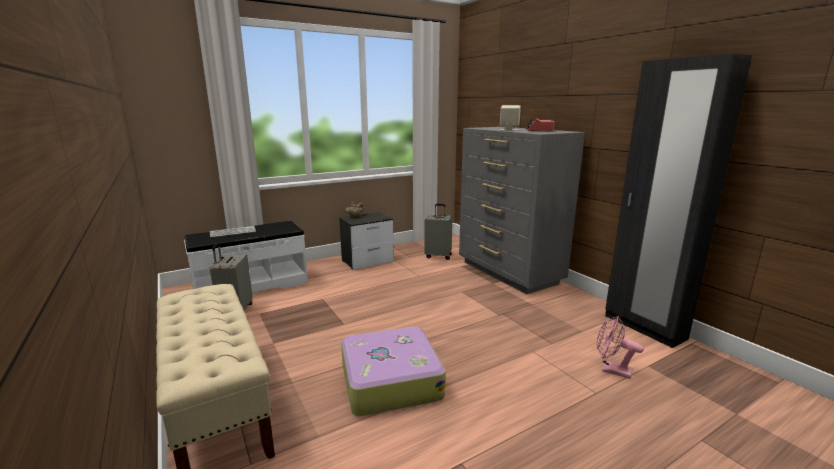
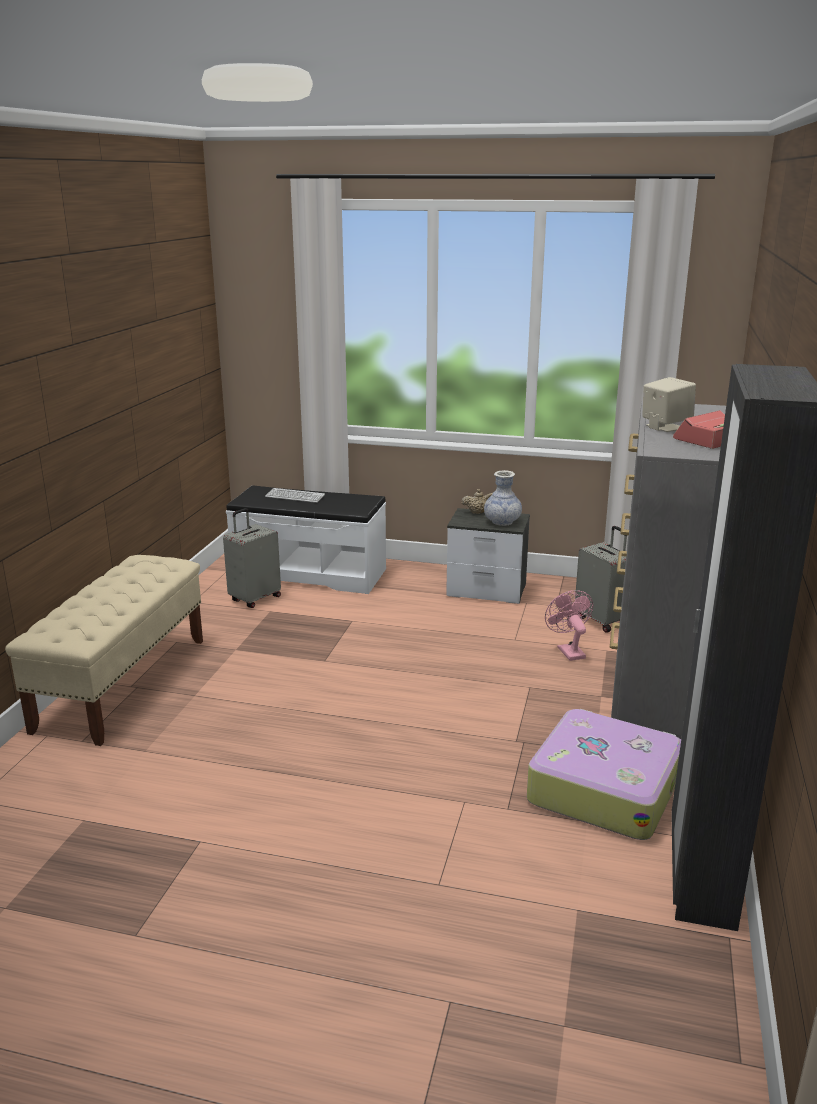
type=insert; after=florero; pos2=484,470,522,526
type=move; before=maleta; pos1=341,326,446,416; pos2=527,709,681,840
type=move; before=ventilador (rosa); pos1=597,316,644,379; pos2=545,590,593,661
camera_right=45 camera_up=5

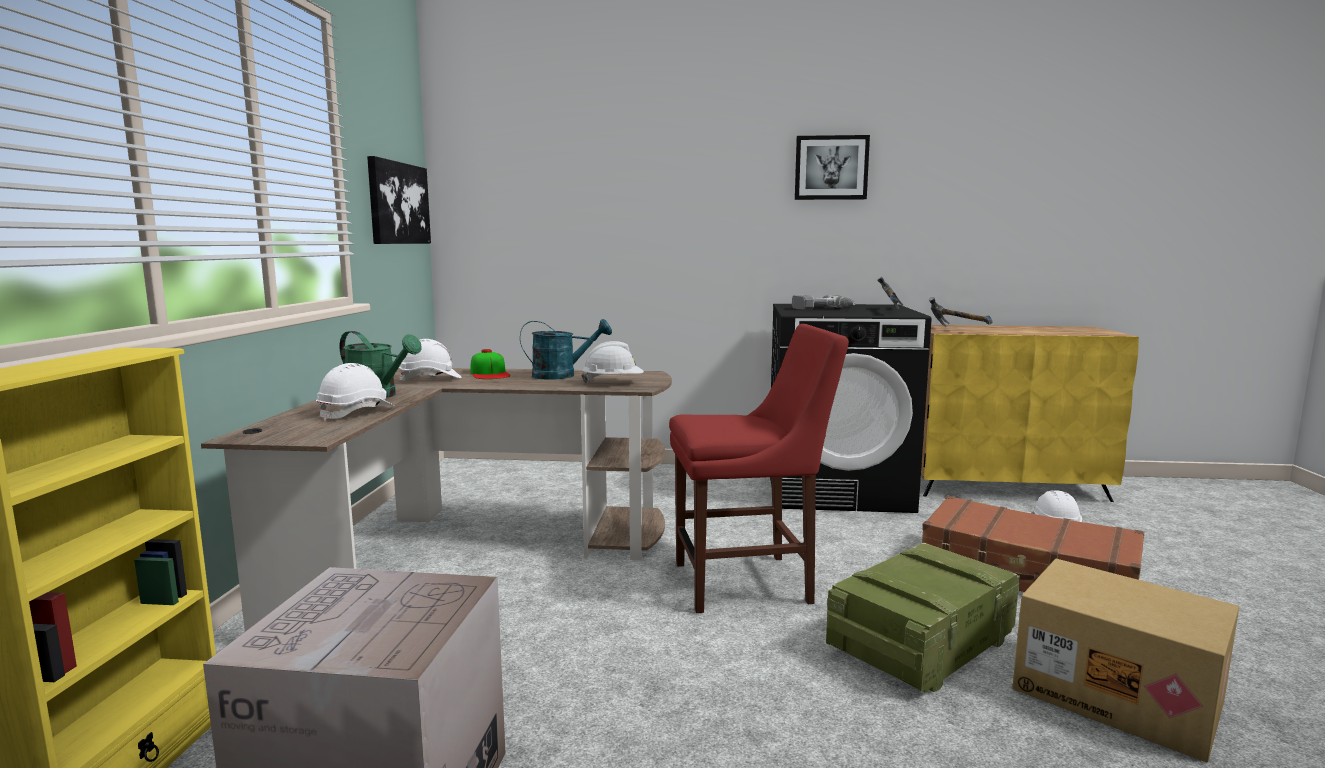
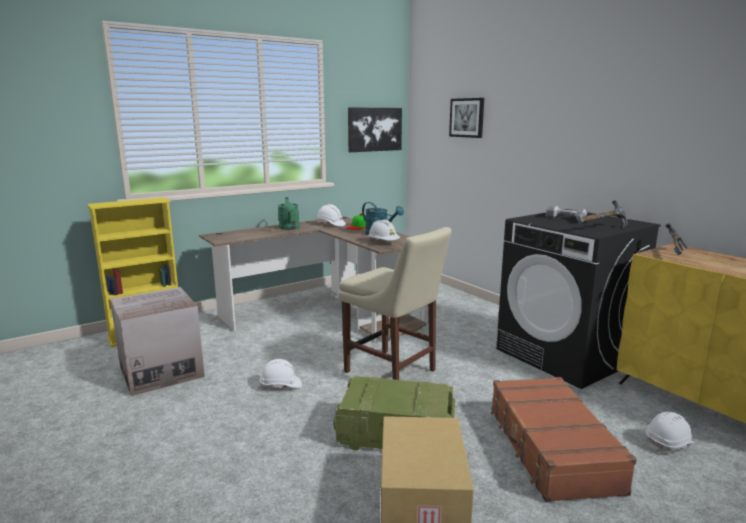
type=move; before=casco (blanco); pos1=316,363,395,421; pos2=260,359,302,390
type=recolor; before=silla (rojo); after=silla (beis); pos1=669,324,849,613; pos2=339,227,452,380
type=move; before=cuadro; pos1=795,135,870,200; pos2=449,98,484,138
camera_right=50 camera_up=5

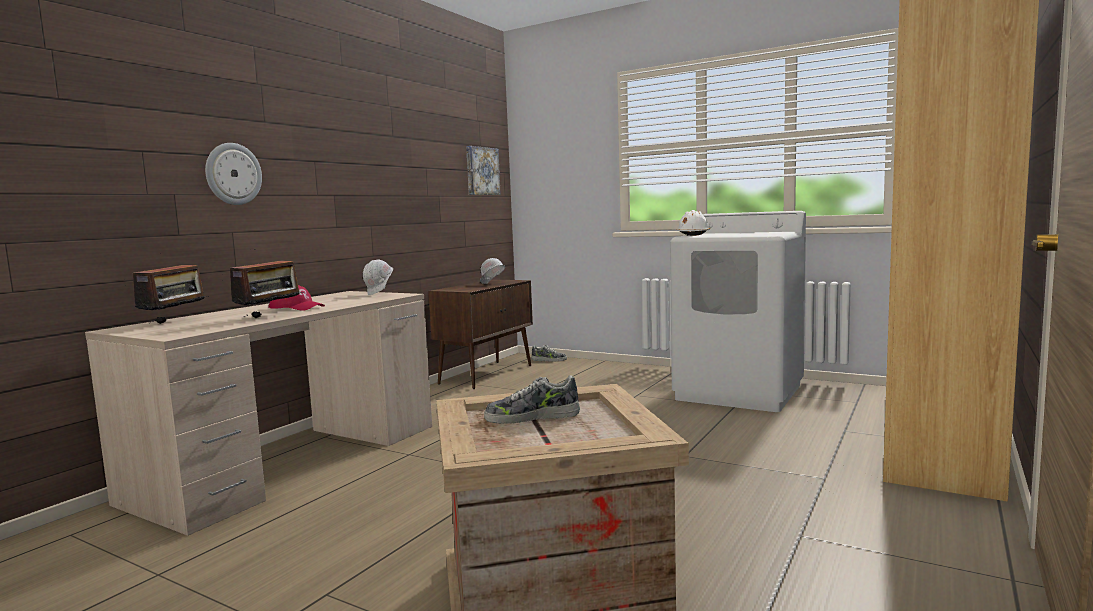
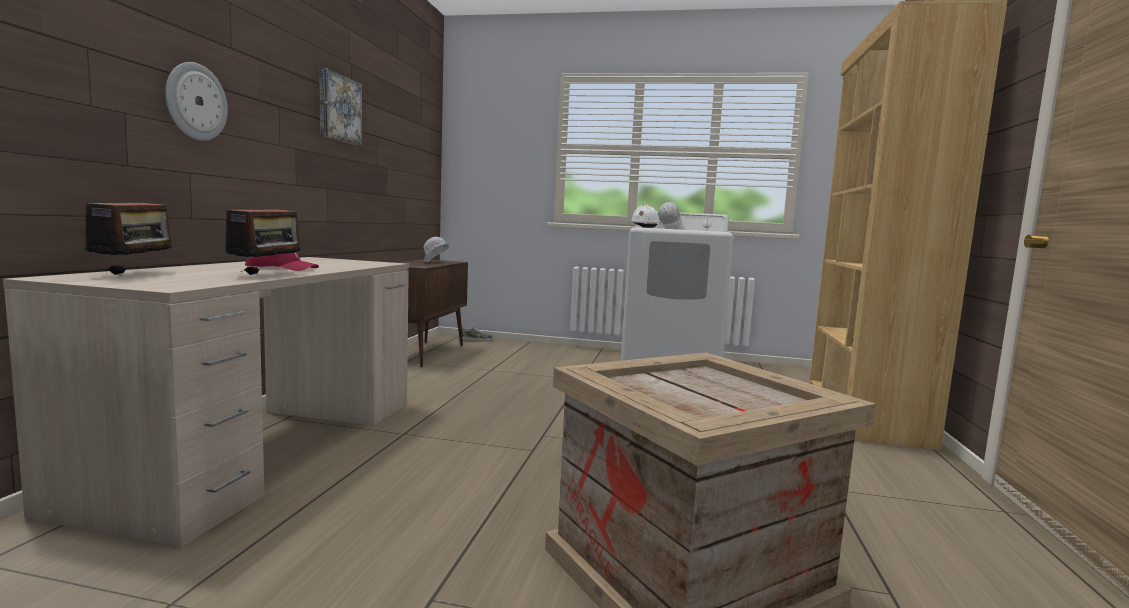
type=move; before=cuadro; pos1=466,146,501,195; pos2=319,68,362,145
type=move; before=casco (blanco); pos1=363,260,393,295; pos2=658,202,682,229
type=delete; before=zapato; pos1=484,375,580,424
camera_right=-20 camera_up=0

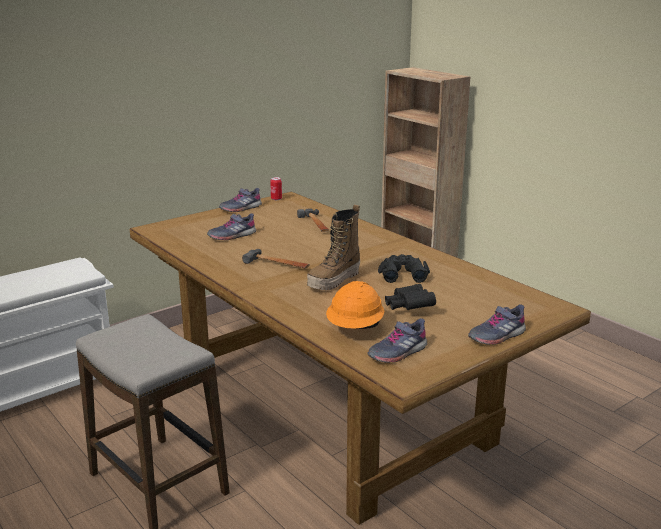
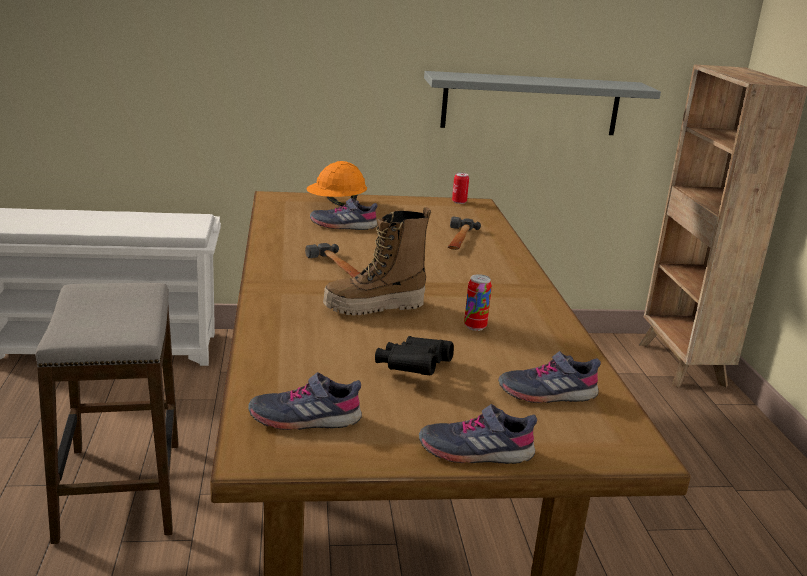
type=move; before=casco (naranja); pos1=326,281,384,329; pos2=306,161,367,206
type=insert; after=estante (gris); pos2=424,71,661,135
type=replace; before=prismáticos (negro); after=lata; pos1=378,254,430,283; pos2=464,274,492,331
type=move; before=zapato (gris); pos1=219,188,262,212; pos2=498,351,601,403
camera_right=30 camera_up=0

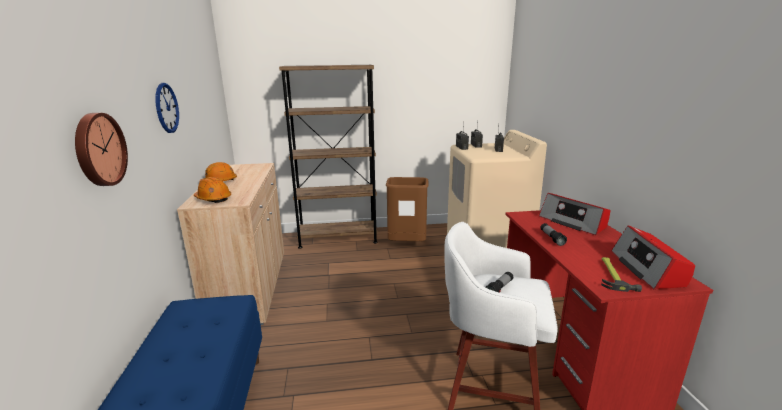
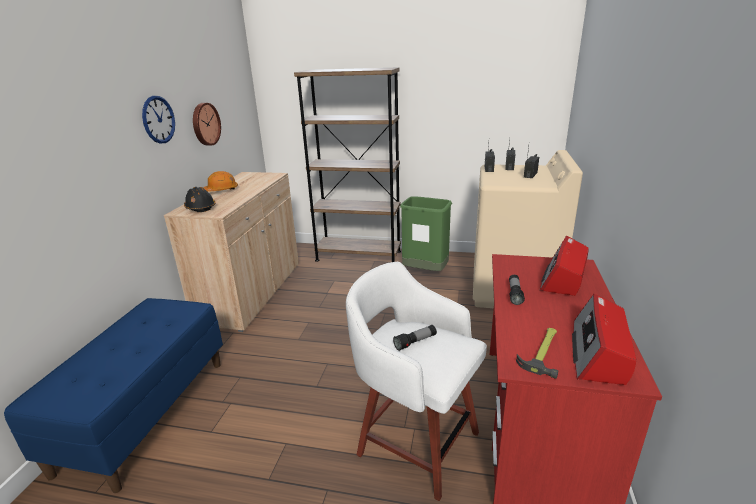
type=recolor; before=casco (naranja); after=casco (negro); pos1=194,177,231,203; pos2=184,187,215,212
type=move; before=reloj de pared; pos1=75,113,128,186; pos2=193,103,221,146
type=recolor; before=papelera (marrón); after=papelera (verde); pos1=385,177,429,241; pos2=400,196,452,271
type=rotate; before=radio; pos1=539,193,611,235; pos2=540,236,589,296; turn=45
camera_right=20 camera_up=5

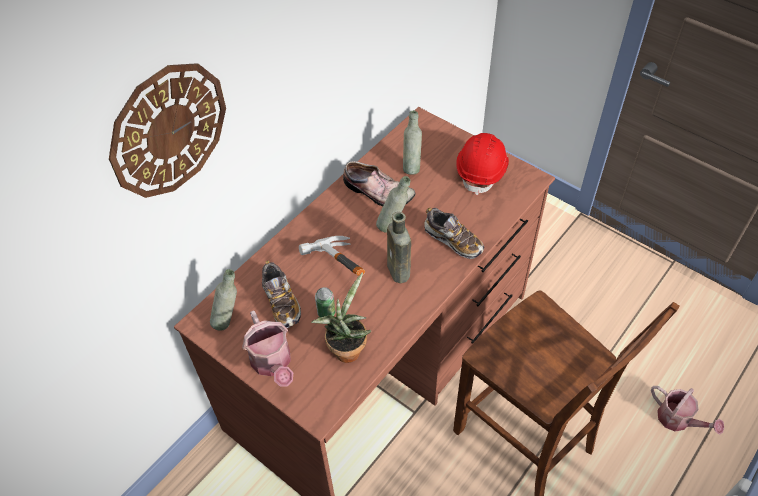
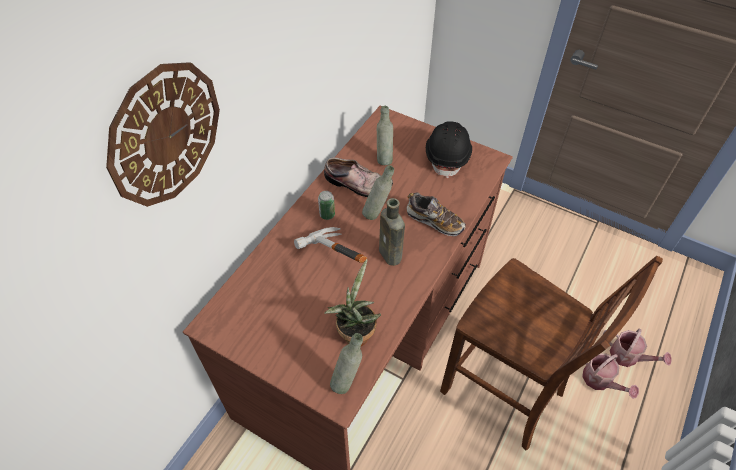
type=move; before=lata; pos1=315,287,335,317; pos2=318,191,335,220
type=move; before=botella (gris); pos1=210,269,237,331; pos2=330,333,363,394
type=recolor; before=casco (rojo); after=casco (negro); pos1=456,133,509,195; pos2=426,121,472,179
type=move; before=regadera; pos1=242,311,293,387; pos2=582,353,639,399
type=delete; before=zapato; pos1=262,260,301,328
camera_right=-10 camera_up=0

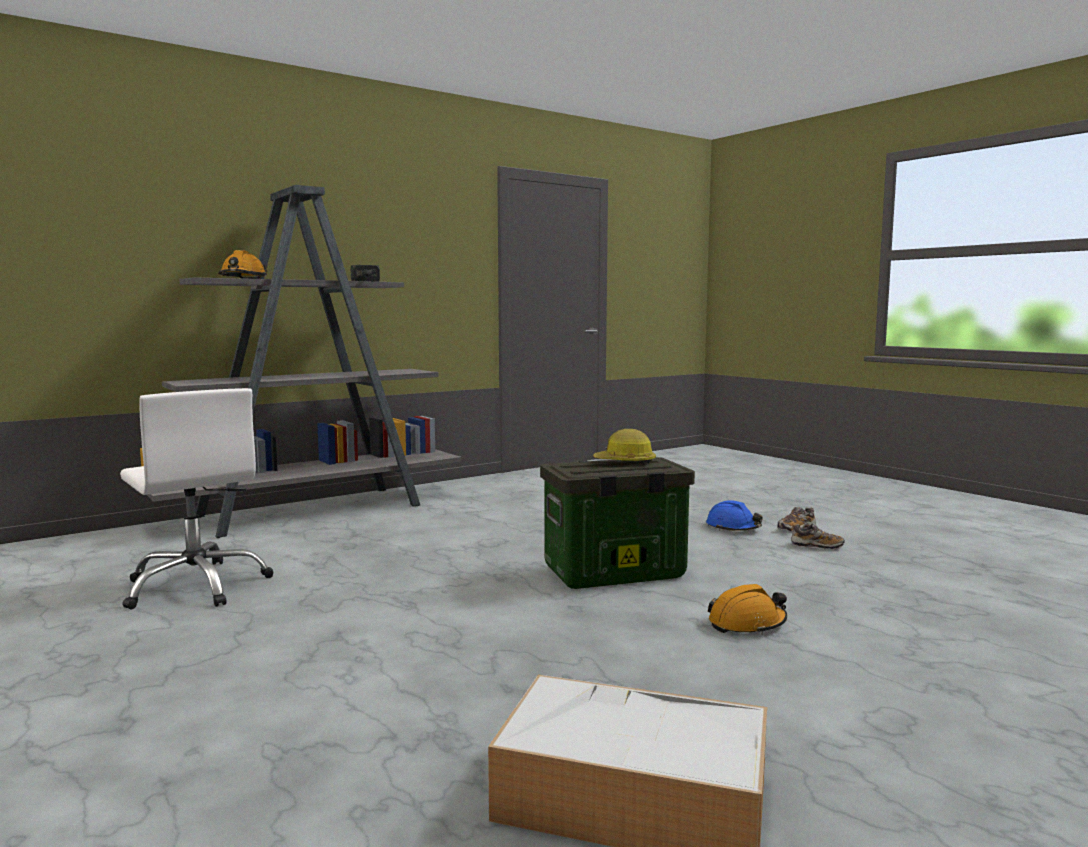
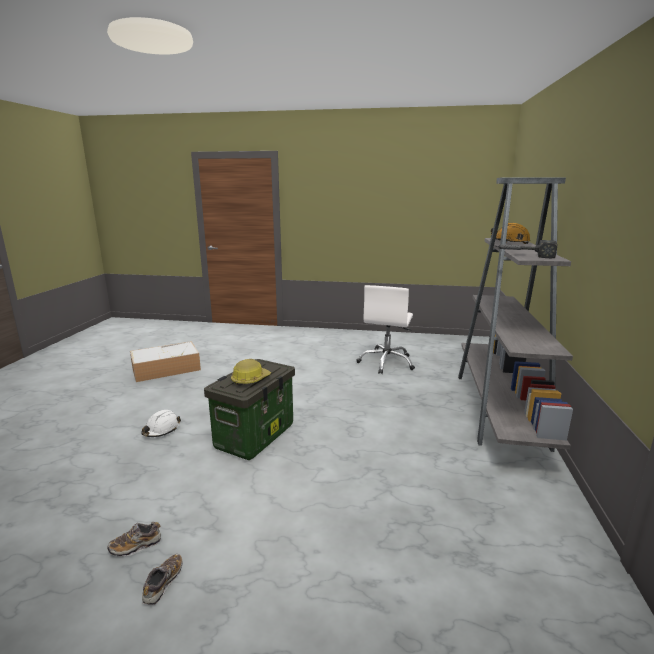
type=recolor; before=casco (naranja); after=casco (blanco); pos1=708,584,787,634; pos2=141,410,181,437
type=rotate; before=silla de oficina (blanco); pos1=120,388,274,609; pos2=356,285,415,374; turn=-75
type=delete; before=casco (azul); pos1=706,500,763,531
camera_right=135 camera_up=10

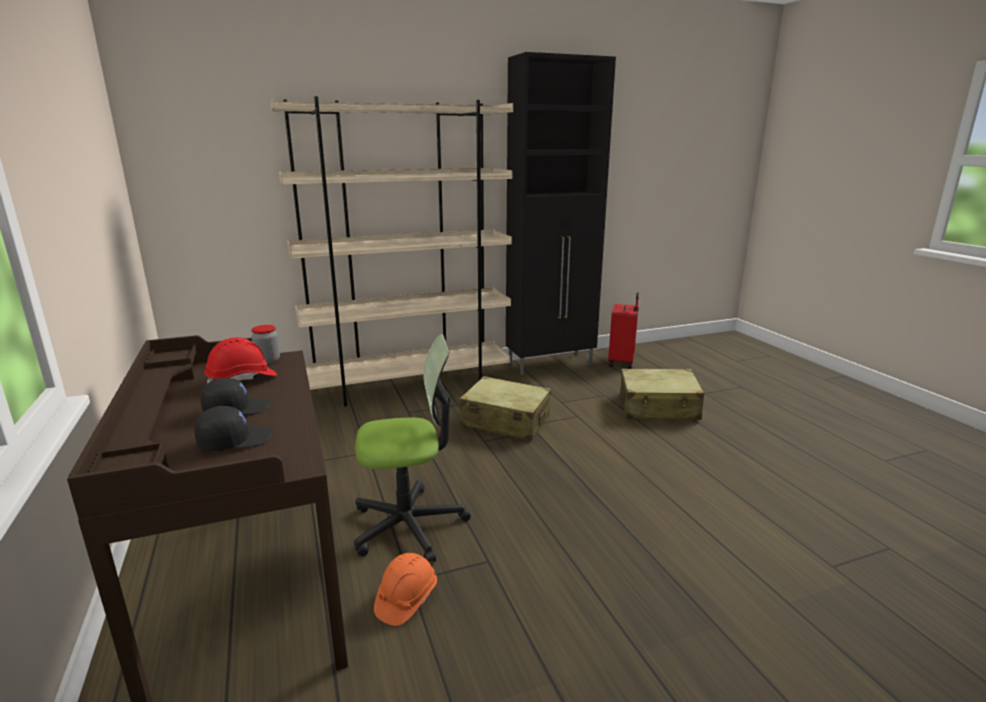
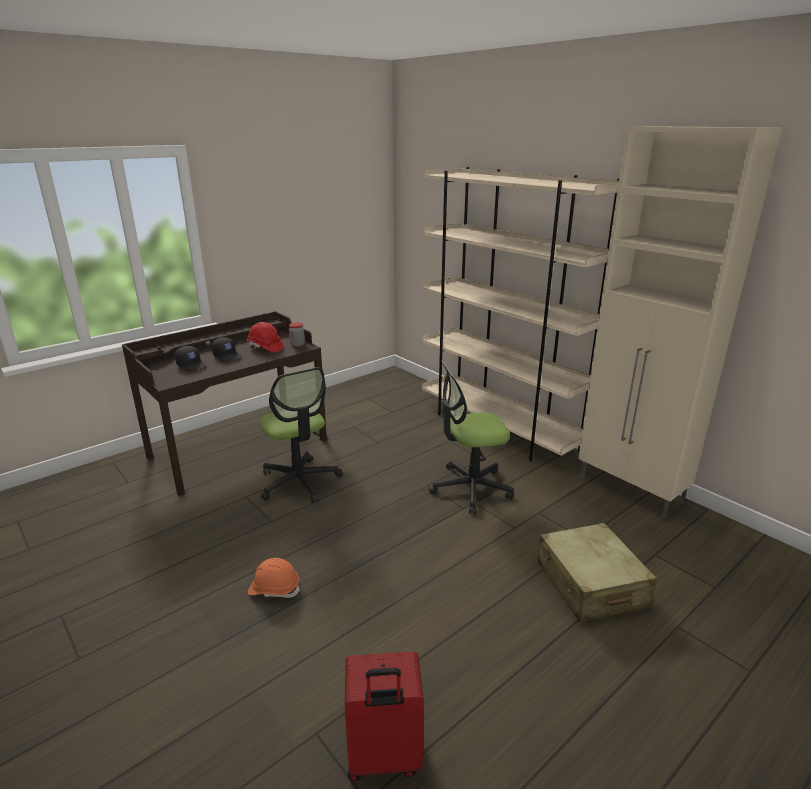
type=move; before=casco (naranja); pos1=374,553,437,626; pos2=248,558,300,598
type=move; before=maleta (rojo); pos1=608,292,639,369; pos2=345,652,424,781
type=replace; before=maleta (beis); after=silla de oficina; pos1=459,376,551,441; pos2=429,361,514,514
type=recolor; before=armario (negro); after=armario (beis); pos1=506,52,616,375; pos2=578,127,782,519
camera_right=70 camera_up=5

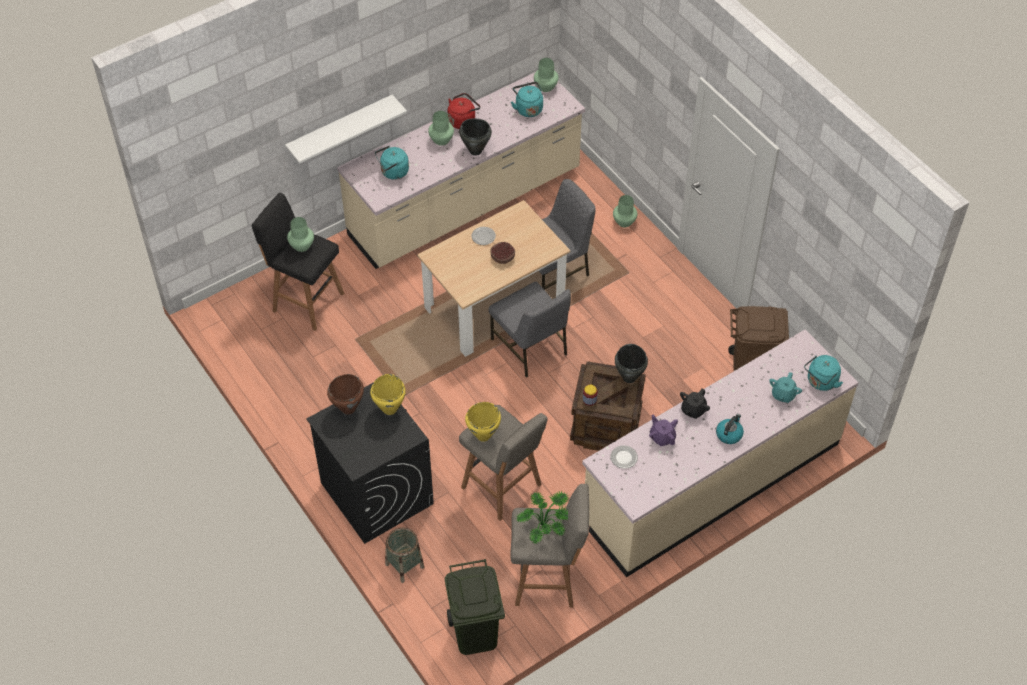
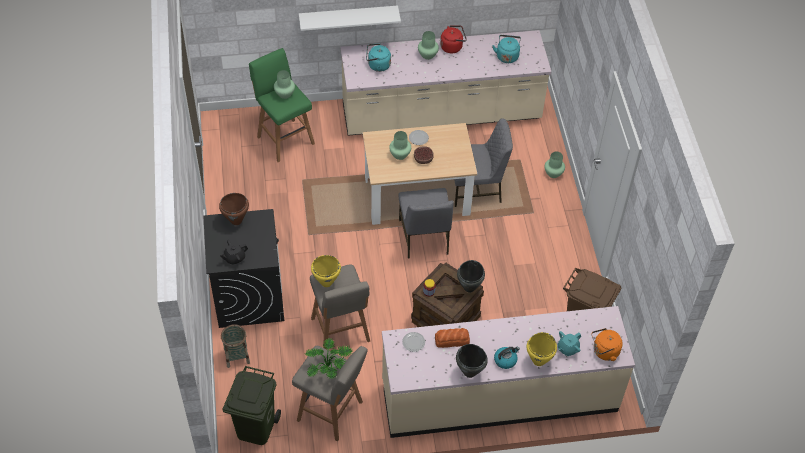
type=move; before=tetera (negro); pos1=680,388,710,419; pos2=220,240,248,265
type=recolor; before=taburete (negro); after=taburete (verde); pos1=252,193,344,331; pos2=249,48,315,162
type=move; before=florero (verde); pos1=534,58,559,92; pos2=389,131,411,160
type=replace; before=tetera (morado); after=pan; pos1=649,414,678,446; pos2=435,328,470,348
type=move; before=olla (negro); pos1=459,118,492,156; pos2=456,344,488,378
type=move; before=olla (amarillo); pos1=370,374,406,415; pos2=527,332,557,366
type=recolor; before=hervidor (turquesa); after=hervidor (naranja); pos1=804,355,843,391; pos2=592,328,623,361
camera_right=25 camera_up=0

